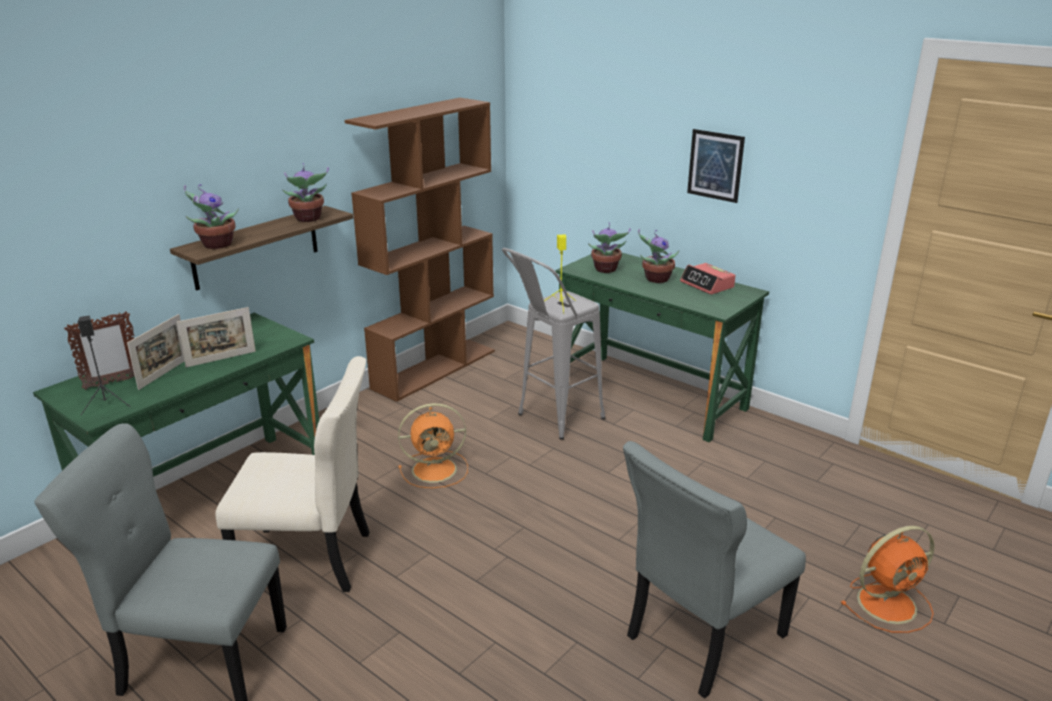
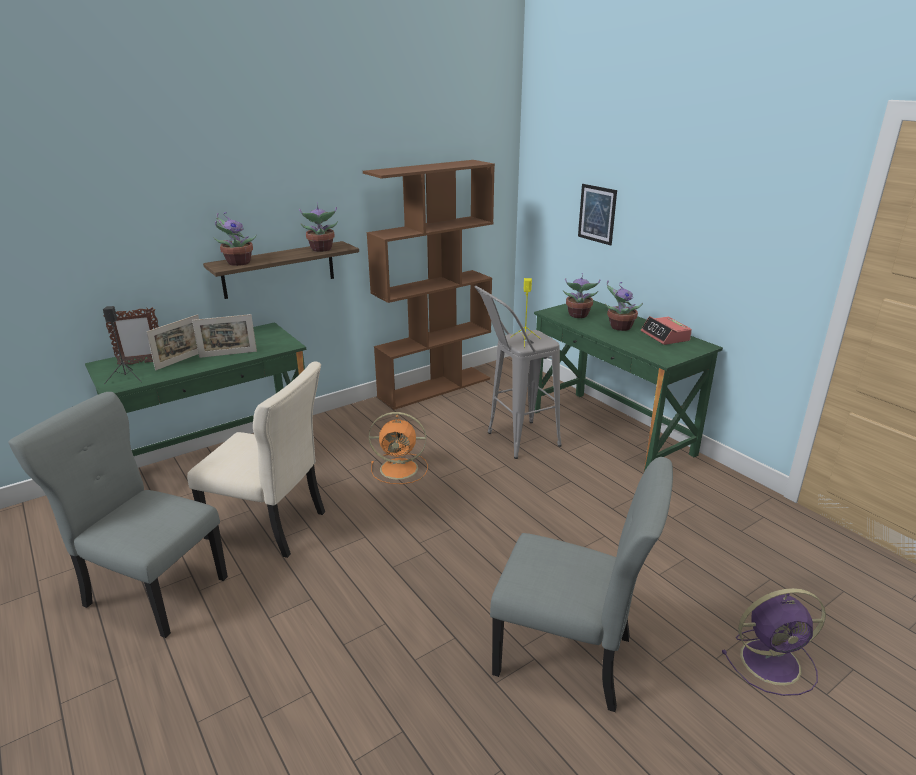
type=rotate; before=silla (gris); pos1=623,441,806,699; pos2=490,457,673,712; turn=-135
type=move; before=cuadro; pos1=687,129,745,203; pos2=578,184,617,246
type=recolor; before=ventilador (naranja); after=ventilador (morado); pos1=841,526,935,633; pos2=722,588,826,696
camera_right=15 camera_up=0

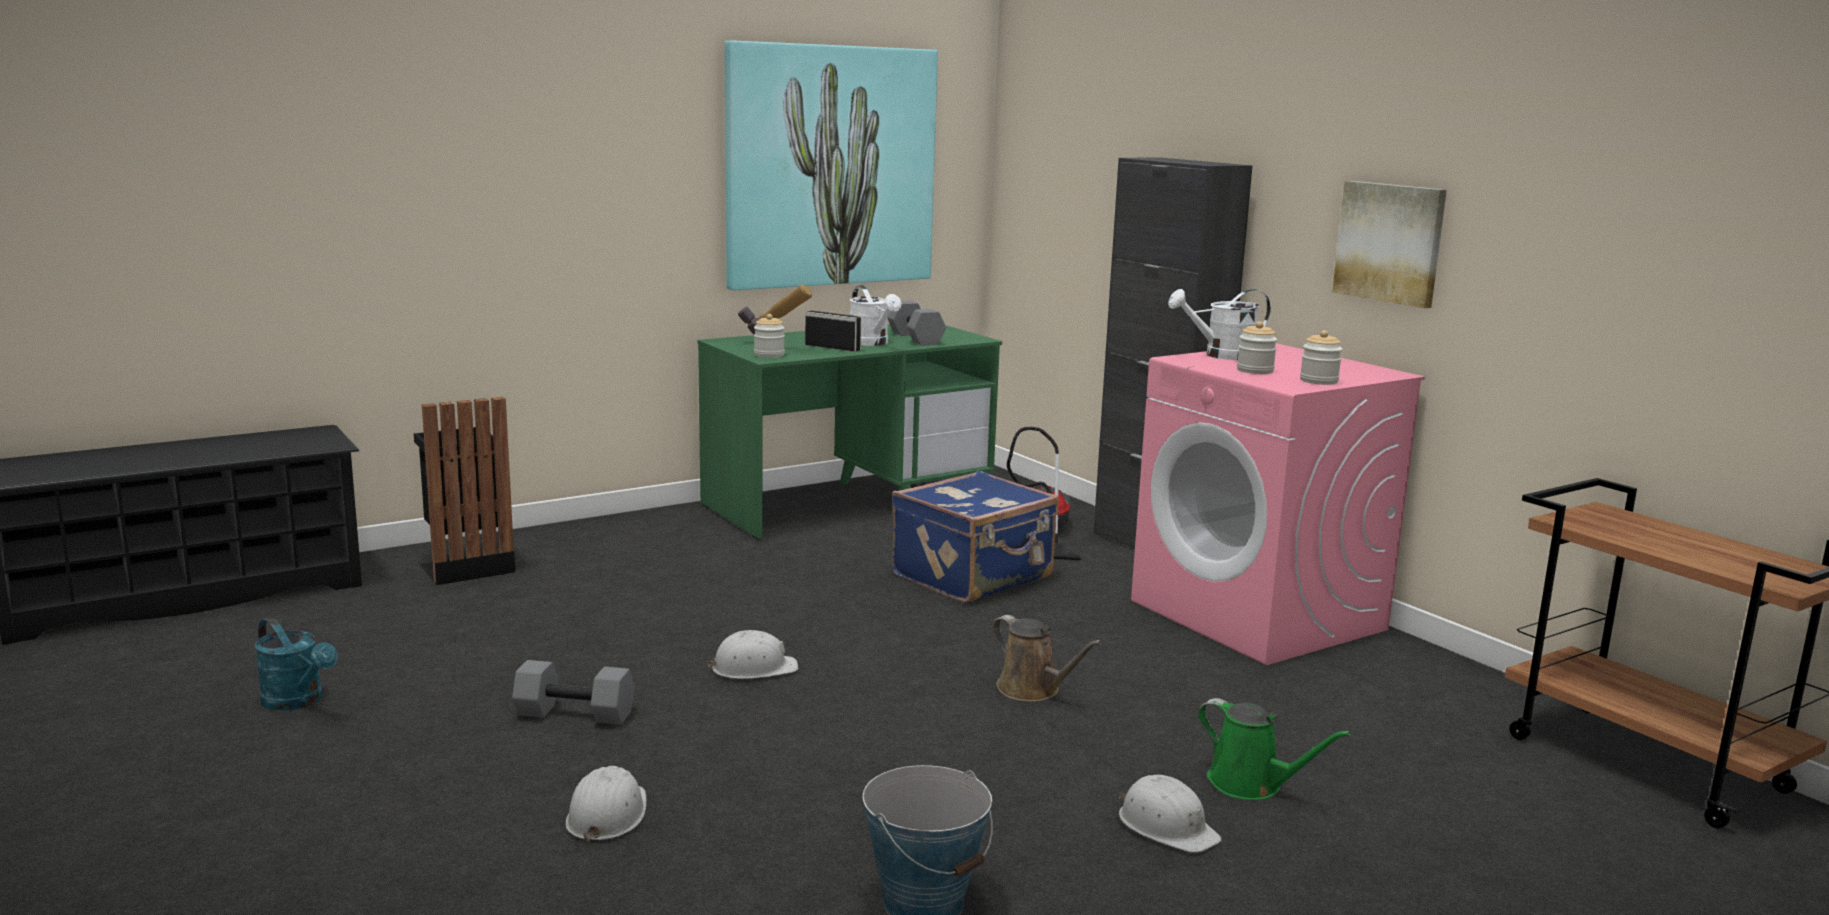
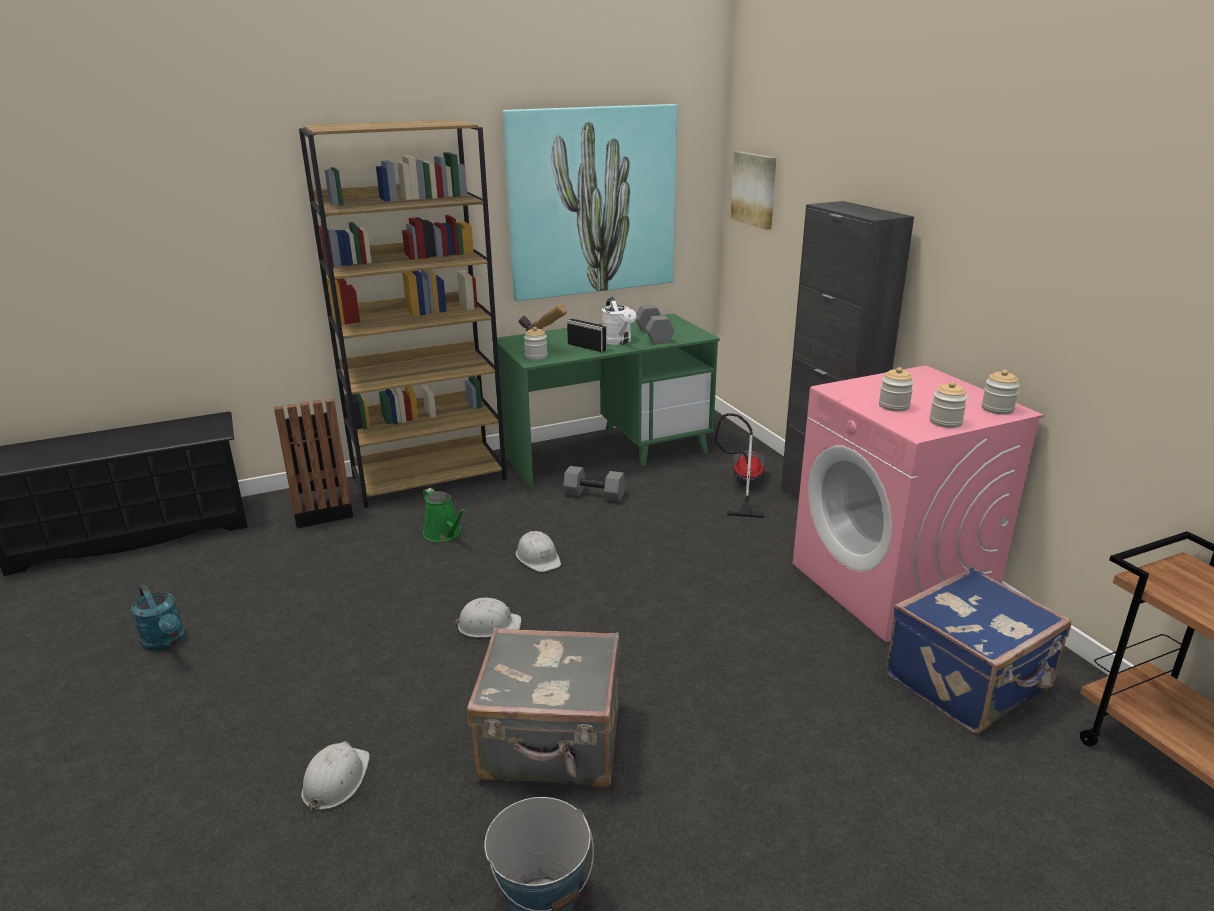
type=insert; after=estantería (marrón); pos2=299,120,507,508
type=move; before=regadera (verde); pos1=1198,698,1351,800; pos2=423,488,466,542
type=insert; after=maleta (gris); pos2=467,628,620,787
type=move; before=casco (blanco); pos1=1119,775,1222,853; pos2=516,531,561,572
type=move; before=mancuerna (gris); pos1=512,660,634,725; pos2=563,466,625,502
type=move; before=cuadro; pos1=1332,181,1447,308; pos2=731,151,777,230
type=move; before=maleta (azul); pos1=892,471,1059,603; pos2=886,567,1071,733
type=insert; after=tarro; pos2=982,370,1020,415
type=delete; before=regadera (marrón); pos1=992,615,1102,702
type=delete; before=regadera (blanco); pos1=1168,289,1271,360
camera_right=10 camera_up=10

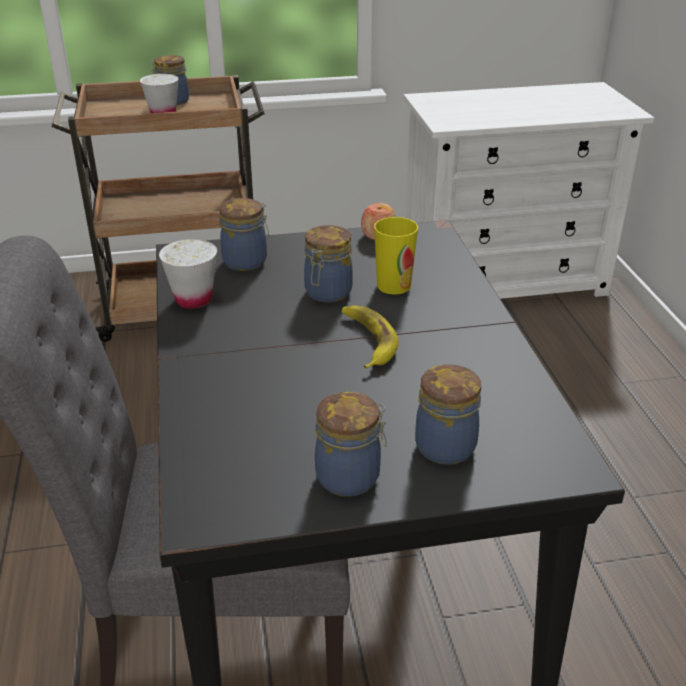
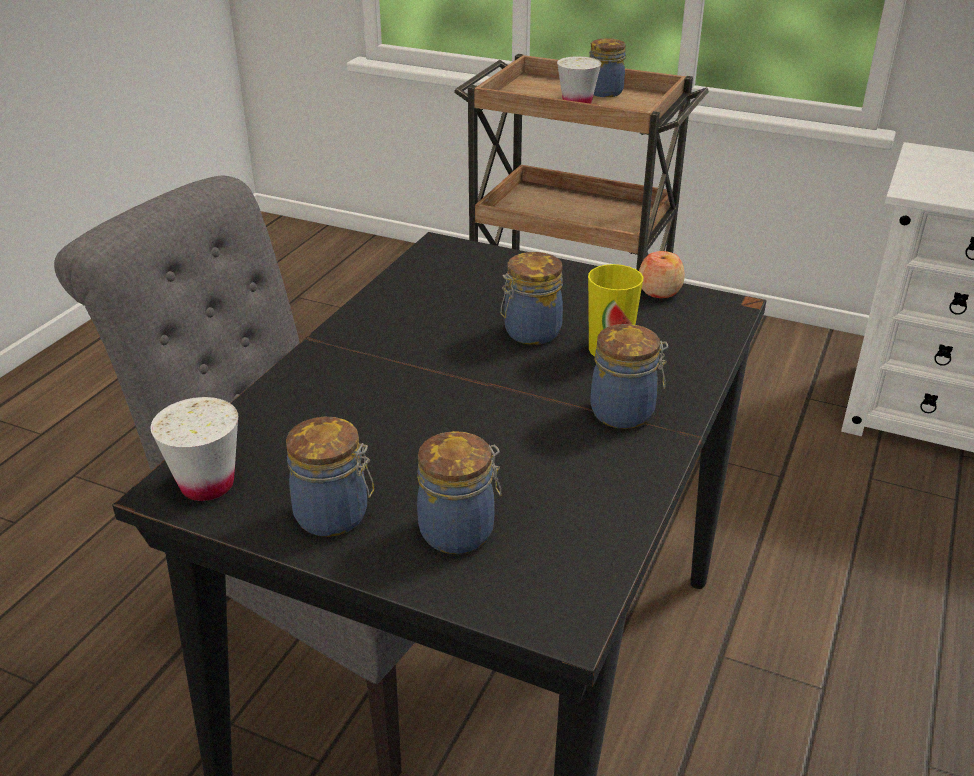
type=move; before=taza (blanco); pos1=159,239,217,309; pos2=151,397,238,501
type=move; before=tarro; pos1=219,198,269,271; pos2=590,324,668,429
type=delete; before=plátano; pos1=342,306,399,369
camera_right=35 camera_up=0

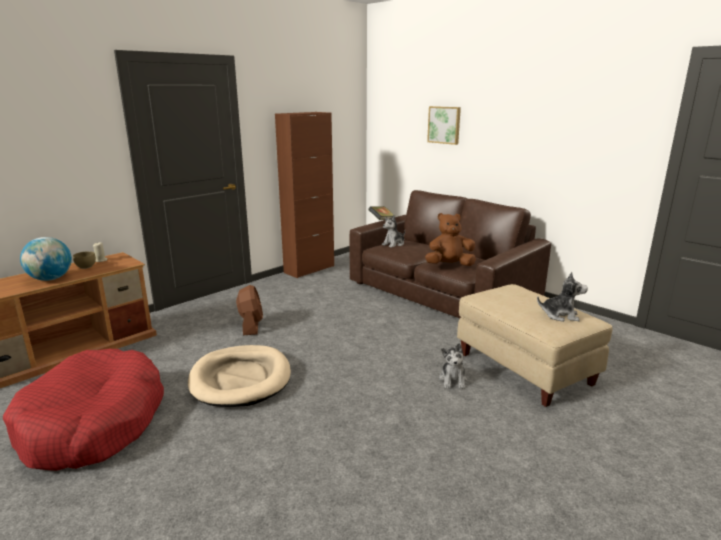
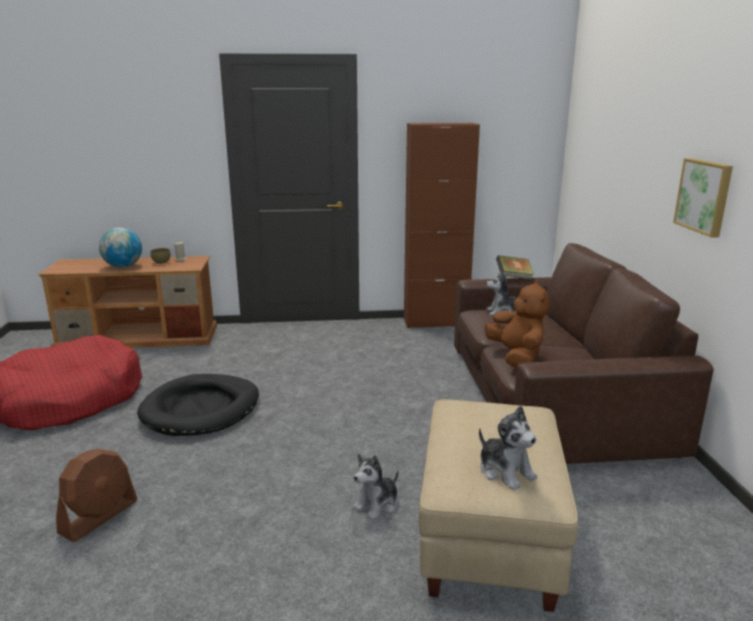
type=move; before=ventilador (marrón); pos1=236,285,263,335; pos2=56,449,137,542
type=recolor; before=cama para perro (beis); after=cama para perro (negro); pos1=188,345,291,407; pos2=137,374,259,436
type=rotate; before=peluche (marrón); pos1=425,213,476,266; pos2=485,281,549,368; turn=45
type=move; before=cuadro; pos1=427,106,461,145; pos2=673,158,733,238
camera_right=40 camera_up=0

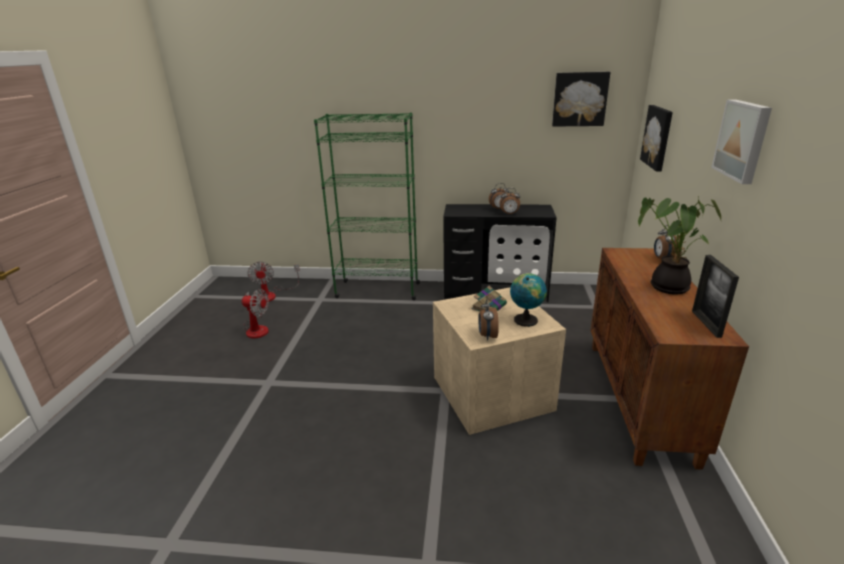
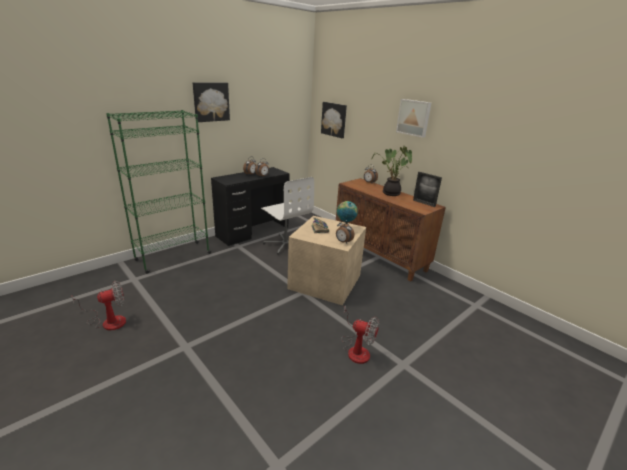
type=move; before=cuadro; pos1=552,72,610,127; pos2=193,82,230,122
type=move; before=ventilador; pos1=248,261,300,302; pos2=341,305,380,364
camera_right=-50 camera_up=0

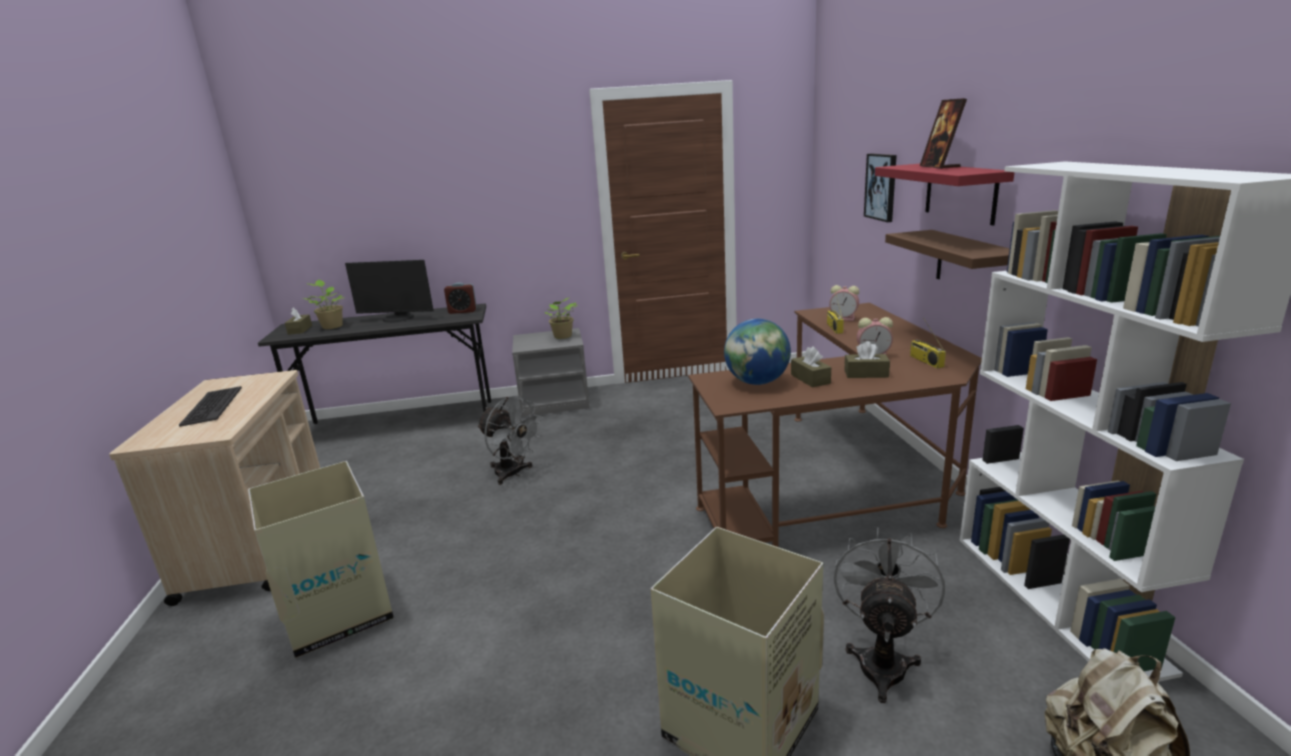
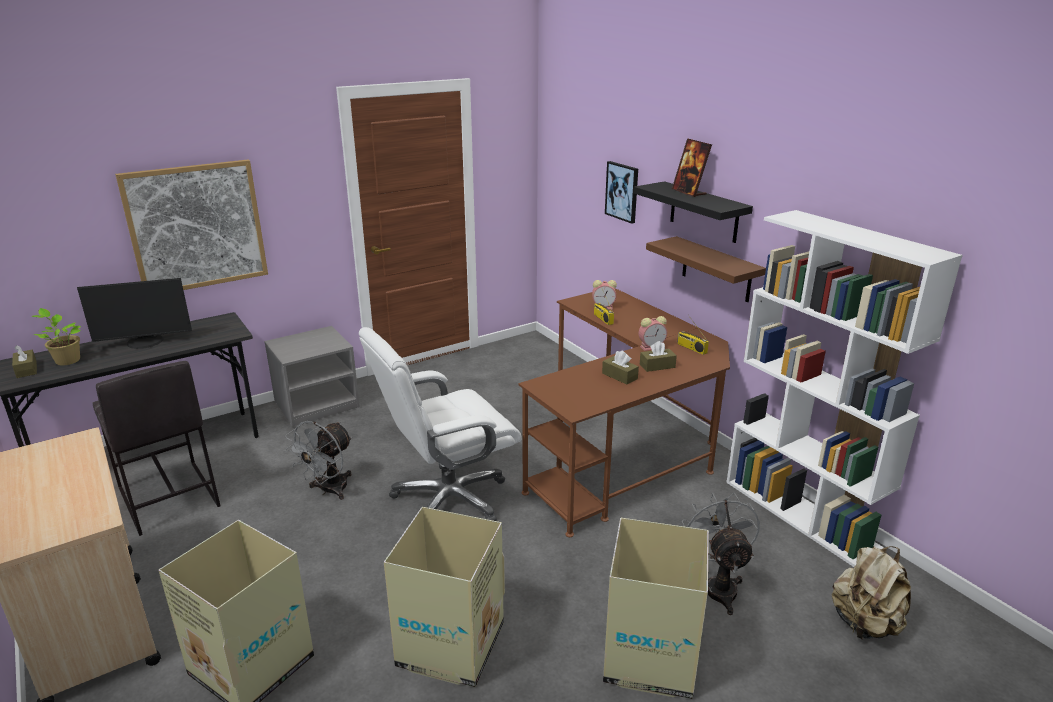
type=insert; after=taburete (gris); pos2=93,361,221,536
type=insert; after=cuadro; pos2=115,160,268,290
type=rotate; before=ventilador (gris); pos1=477,396,543,485; pos2=285,421,352,500; turn=105
type=insert; after=silla de oficina (blanco); pos2=359,327,522,521
type=insert; after=caja de cartón; pos2=384,507,505,687
type=recolor; before=estante (rojo); after=estante (negro); pos1=875,164,1015,225; pos2=633,181,753,243
type=delete; before=teclado; pos1=179,386,242,427
type=delete; before=despertador; pos1=444,282,477,314
type=delete; before=planta en maceta; pos1=545,297,578,339
type=delete; before=globo terráqueo; pos1=724,319,791,385
camera_right=-25 camera_up=5

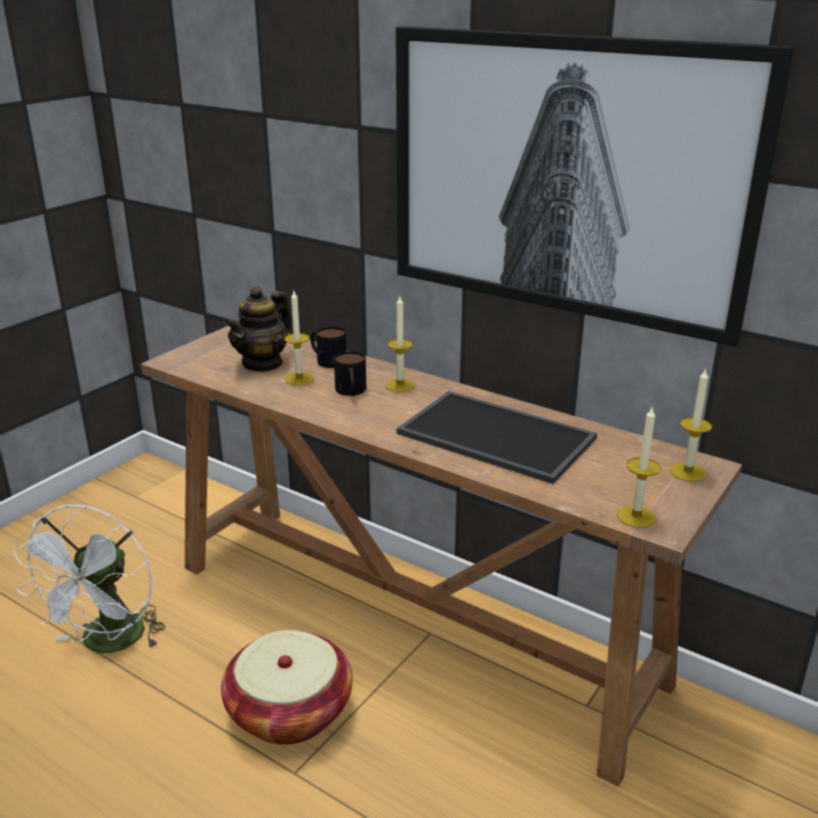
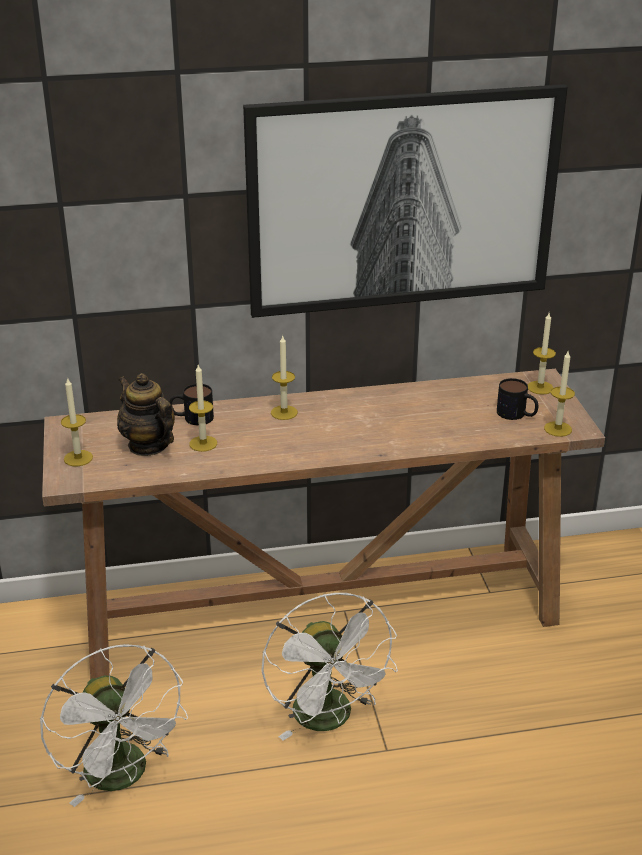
type=insert; after=vela; pos2=61,377,93,466
type=rotate; before=tetera; pos1=224,286,291,372; pos2=117,373,175,456; turn=150
type=replace; before=cesta; after=ventilador (blanco); pos1=221,630,353,745; pos2=261,593,398,741
type=move; before=taza grande; pos1=334,351,366,396; pos2=497,378,538,420
type=delete; before=bandeja; pos1=397,391,597,484
camera_right=-45 camera_up=5

